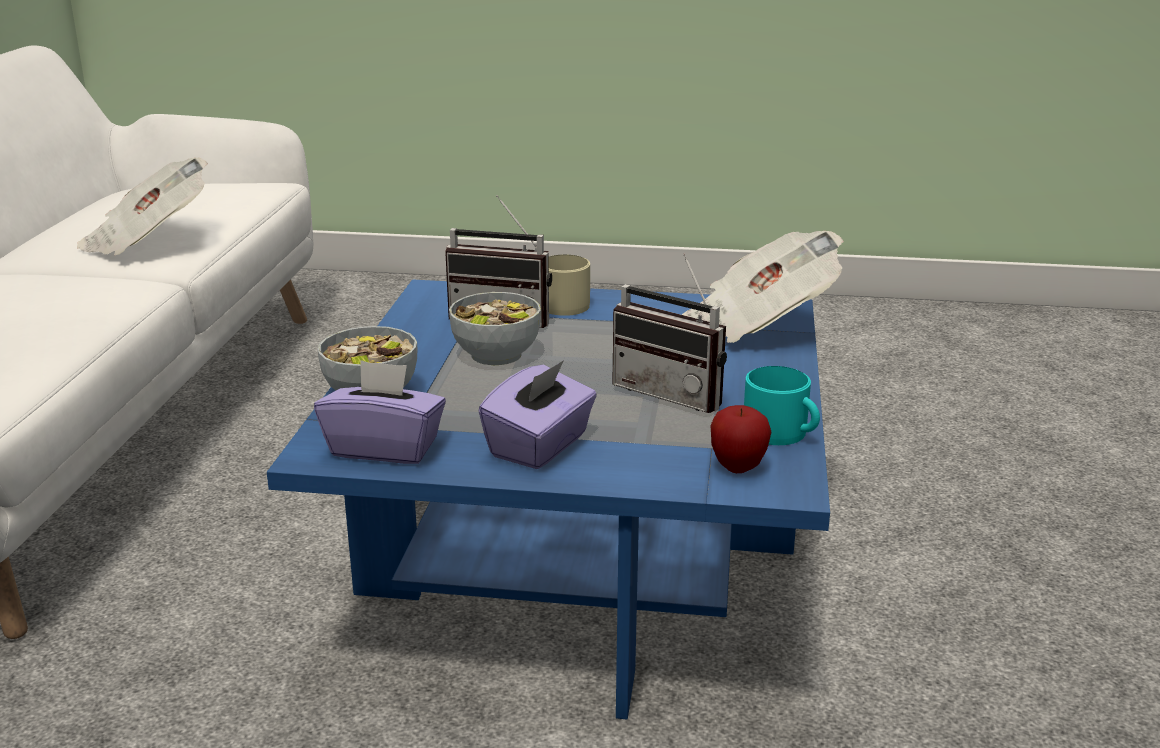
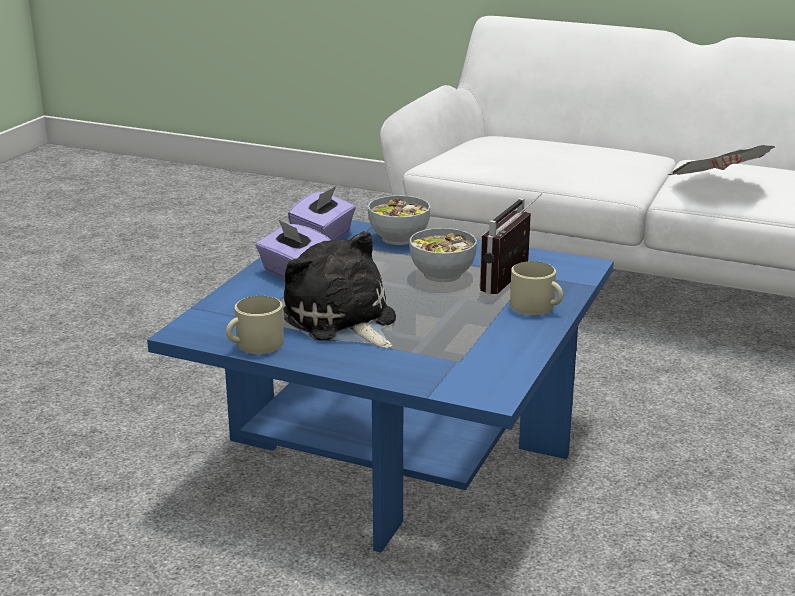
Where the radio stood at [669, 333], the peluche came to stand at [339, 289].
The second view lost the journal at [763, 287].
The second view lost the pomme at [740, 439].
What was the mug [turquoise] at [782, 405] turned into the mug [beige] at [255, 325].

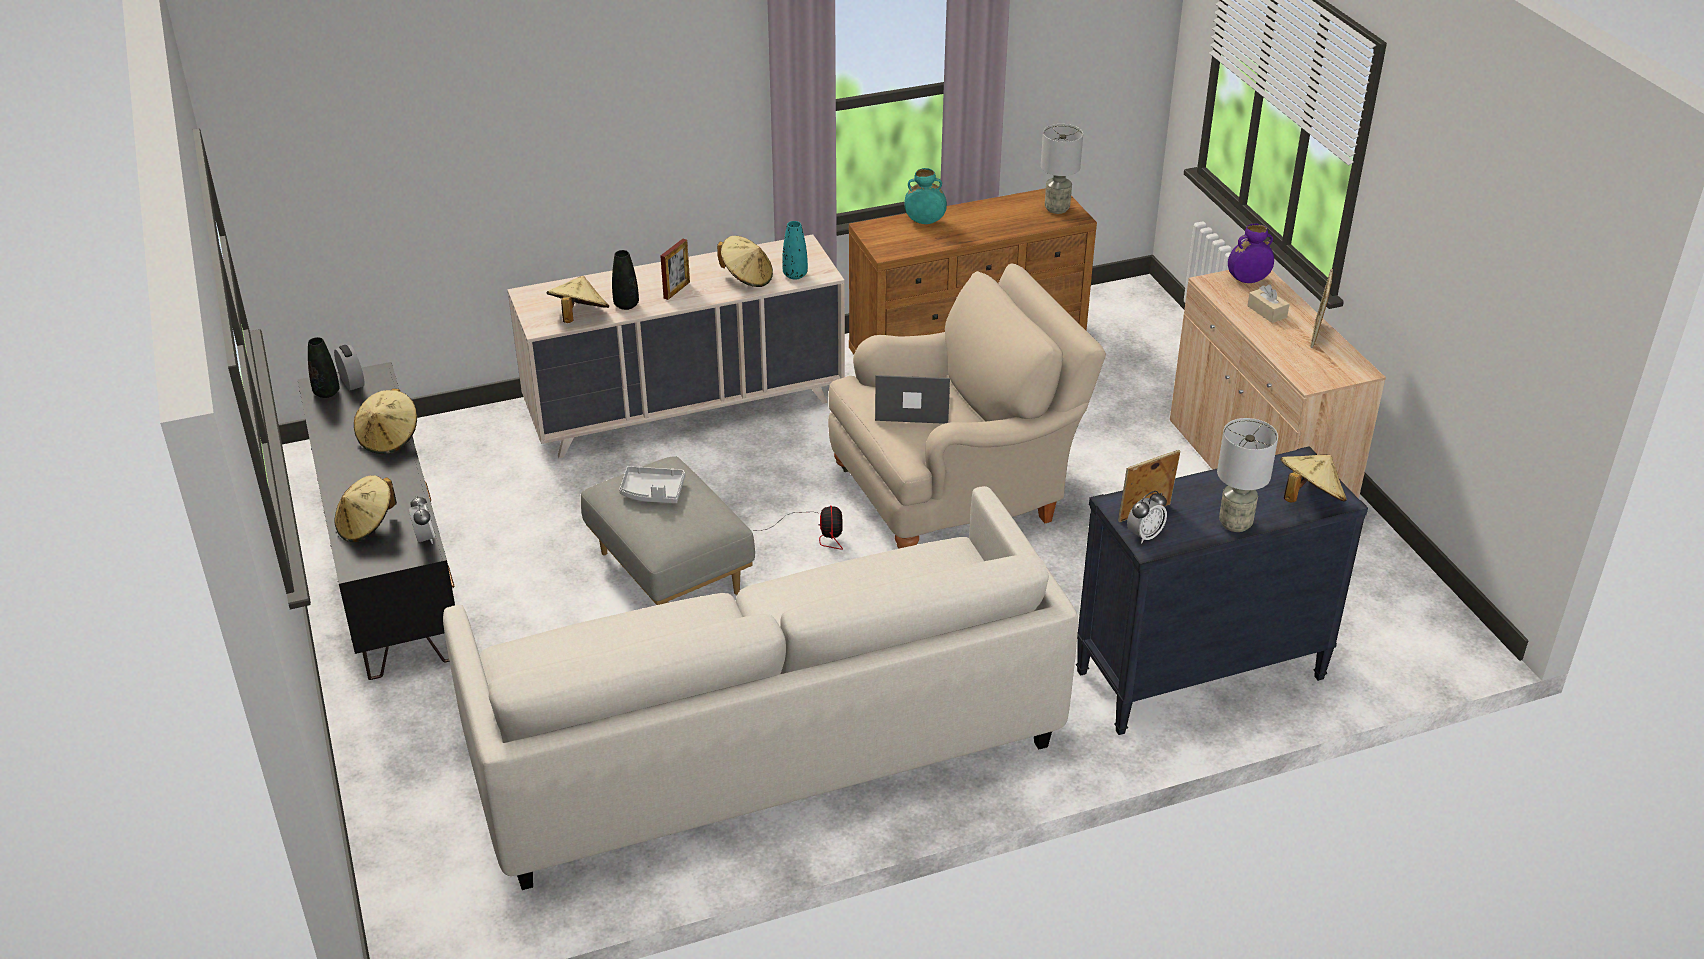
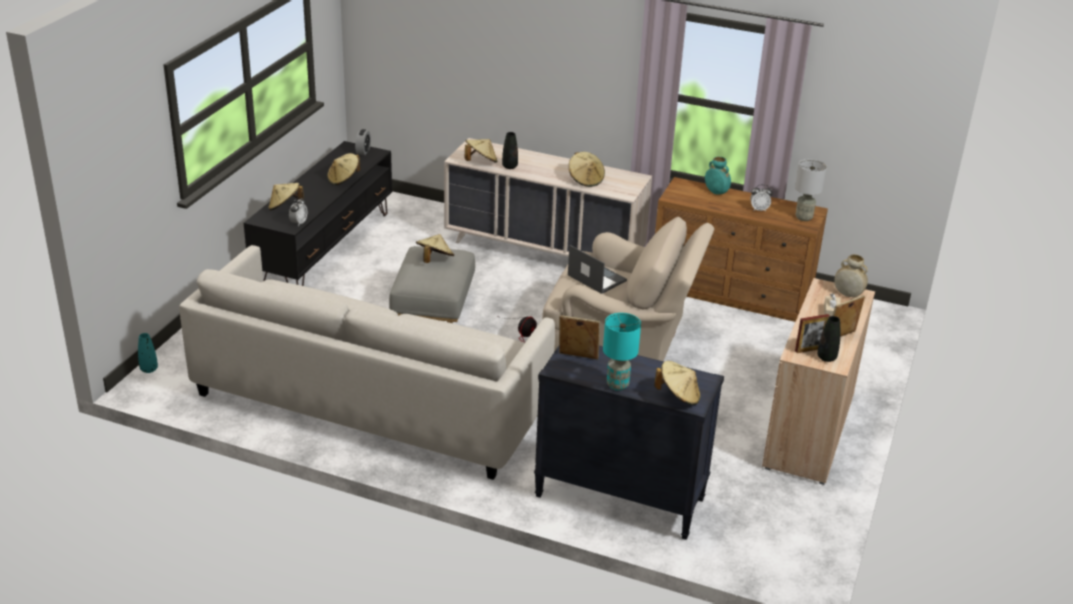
The vase [noir] ended up elsewhere, having gone from [323, 367] to [828, 339].
Where the plateau [gris] stood at [652, 484], the chapeau [beige] came to stand at [435, 248].
The cadre photo ended up elsewhere, having gone from [675, 269] to [812, 333].
The vase [turquoise] ended up elsewhere, having gone from [795, 250] to [148, 353].
The réveil ended up elsewhere, having gone from [1147, 517] to [762, 198].
What was the lampe de table [gris] at [1247, 475] turned into the lampe de table [turquoise] at [622, 351].
What was the vase [violet] at [1251, 253] turned into the vase [beige] at [851, 275].

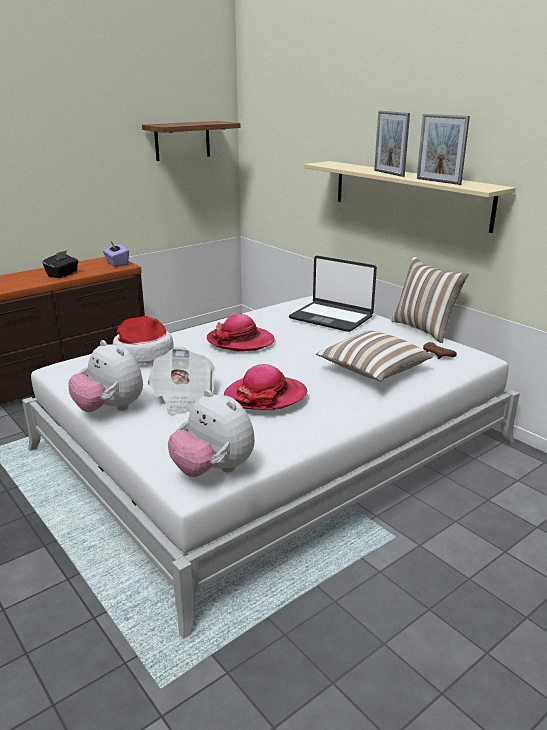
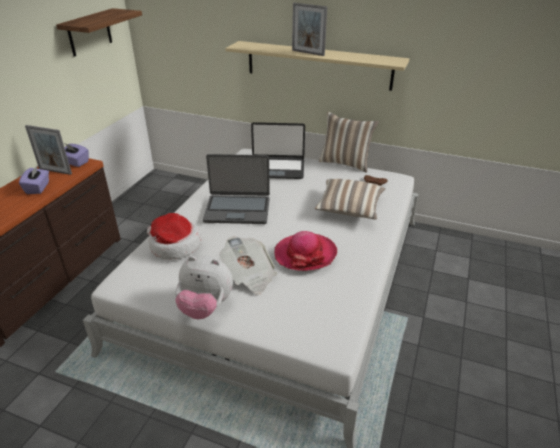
What was the boîte à mouchoirs [noir] at [60, 264] turned into the boîte à mouchoirs [violet] at [34, 180].
The second view lost the peluche at [211, 433].
Where the chapeau stood at [241, 332], the ordinateur portable came to stand at [236, 189].
The cadre photo ended up elsewhere, having gone from [443, 149] to [48, 150].

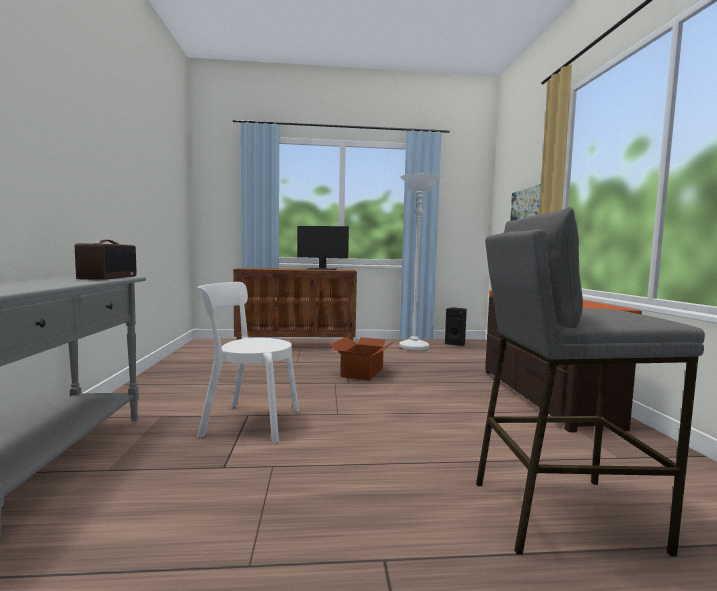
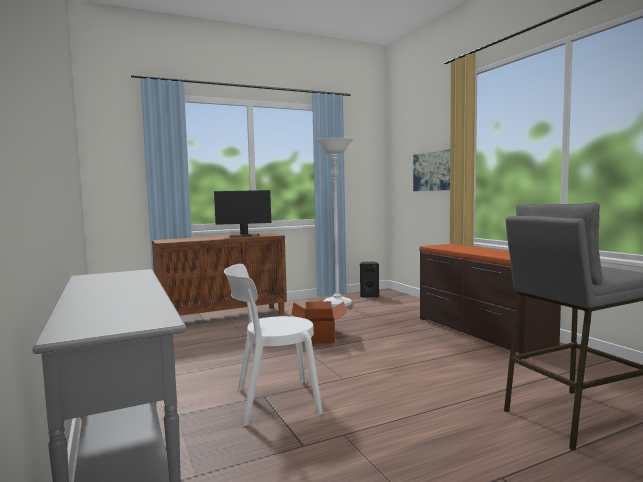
The second view lost the radio at [105, 260].

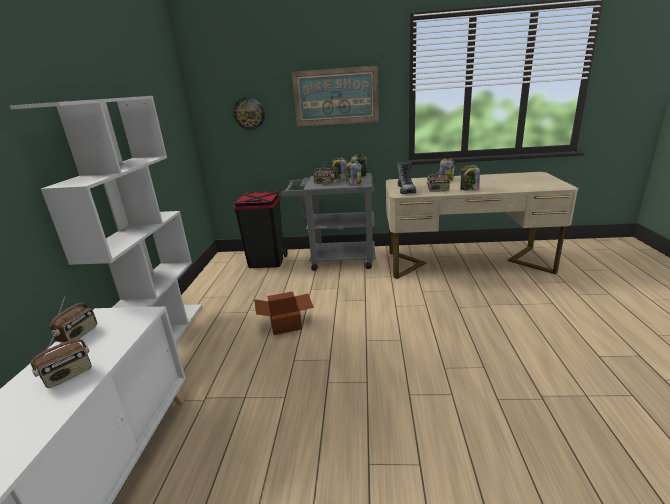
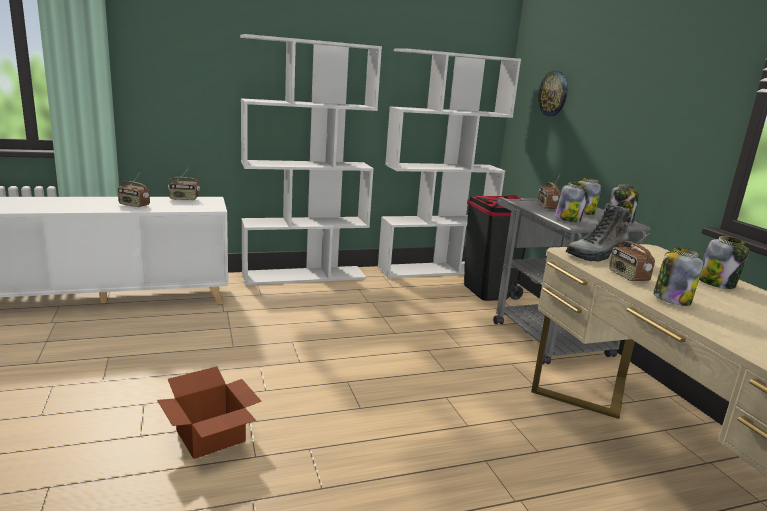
The carton ended up elsewhere, having gone from [284, 313] to [209, 413].
The second view lost the tableau at [335, 96].
The second view gained the bibliothèque [blanc] at [449, 163].

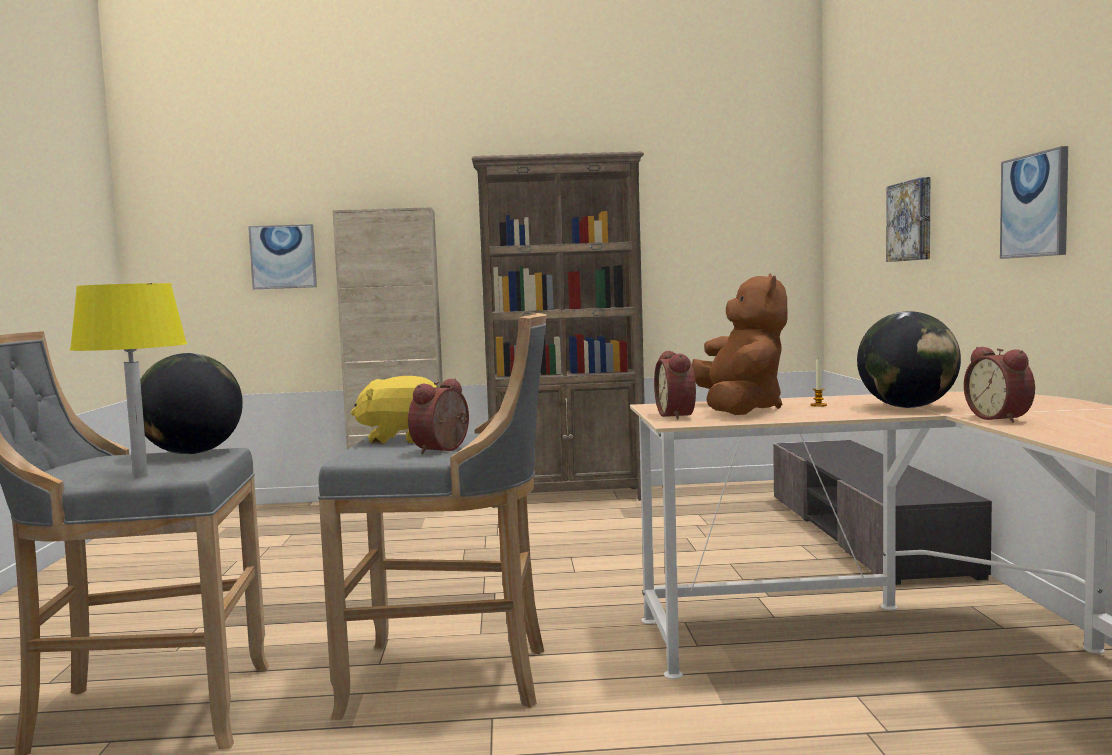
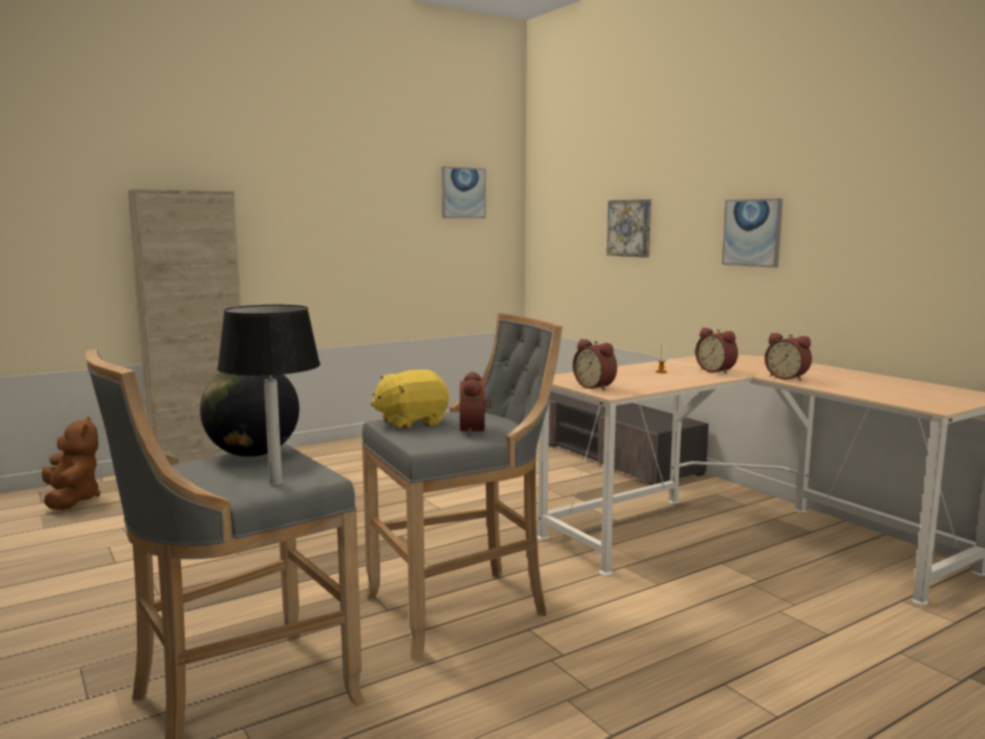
What was the lampe de table [jaune] at [128, 380] turned into the lampe de table [noir] at [268, 395].
The tableau ended up elsewhere, having gone from [282, 256] to [463, 192].
The second view lost the bibliothèque [marron] at [558, 330].
The peluche [marron] ended up elsewhere, having gone from [740, 344] to [71, 463].
Where the globe stood at [909, 359], the réveil came to stand at [716, 351].

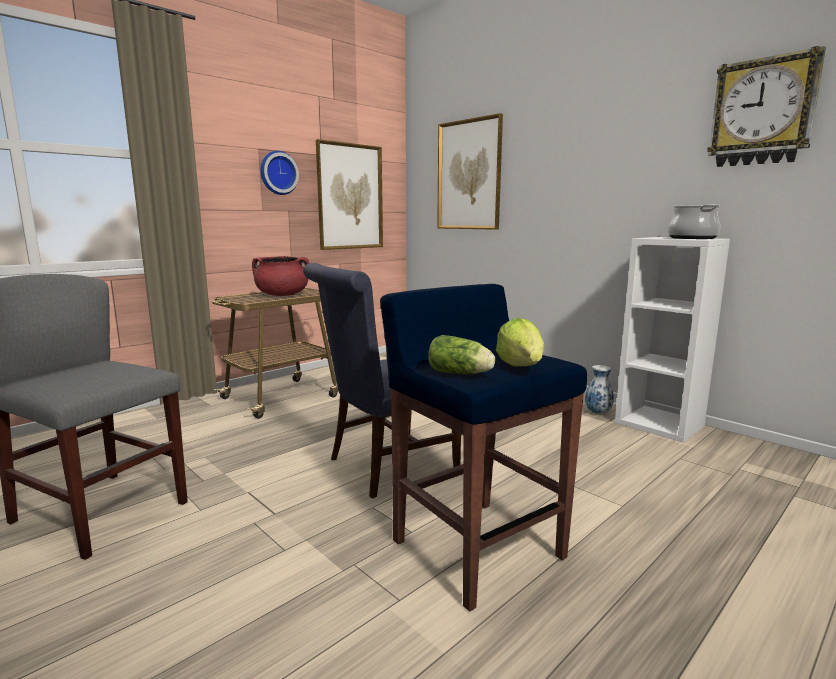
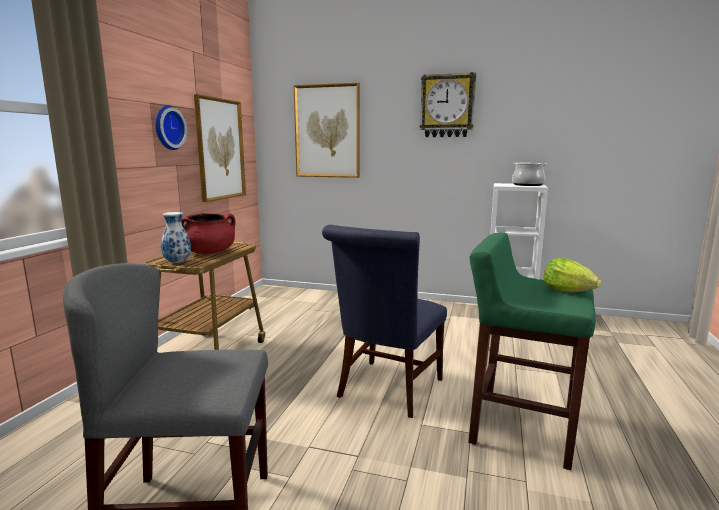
What was the tabouret [bleu] at [483, 448] turned into the tabouret [vert] at [532, 351].
The second view lost the laitue at [461, 354].
The vase ended up elsewhere, having gone from [599, 389] to [176, 237].
The horloge murale ended up elsewhere, having gone from [766, 106] to [448, 104].

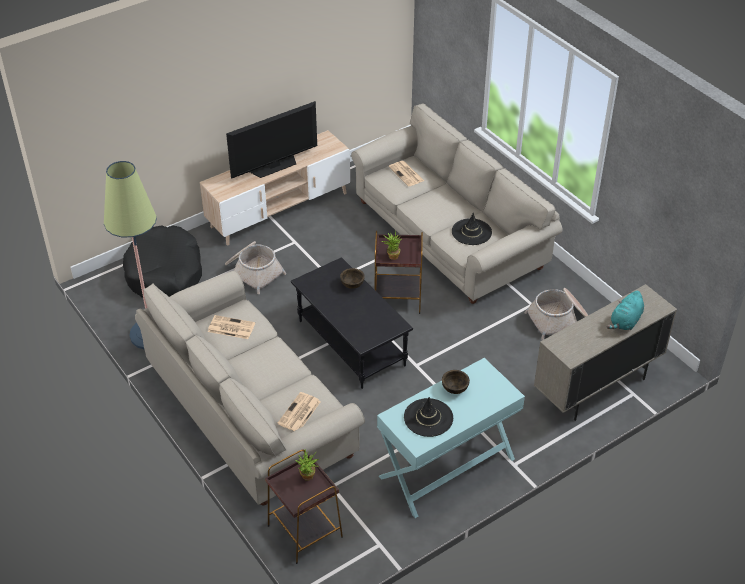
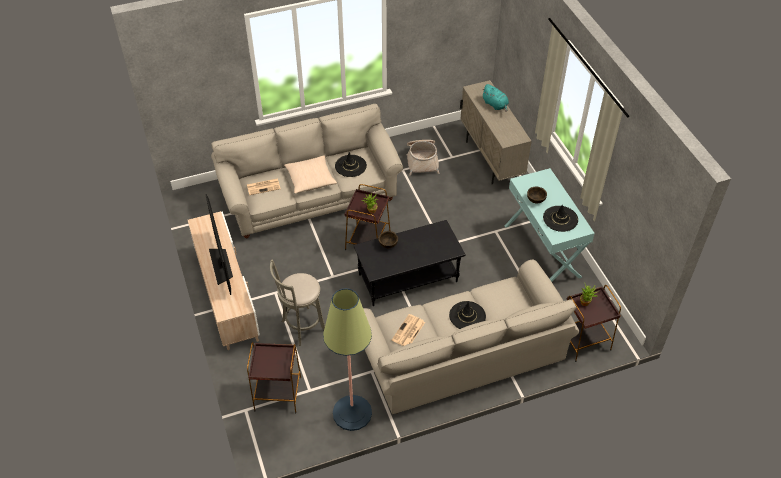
Where the panier pour chien [noir] stood at [162, 261], the table d'appoint [marron] came to stand at [274, 377].
Where the panier stood at [255, 267], the tabouret [gris] came to stand at [297, 302].
The second view lost the journal at [299, 411].
The second view gained the coussin [beige] at [310, 174].
The second view gained the chapeau [noir] at [467, 315].

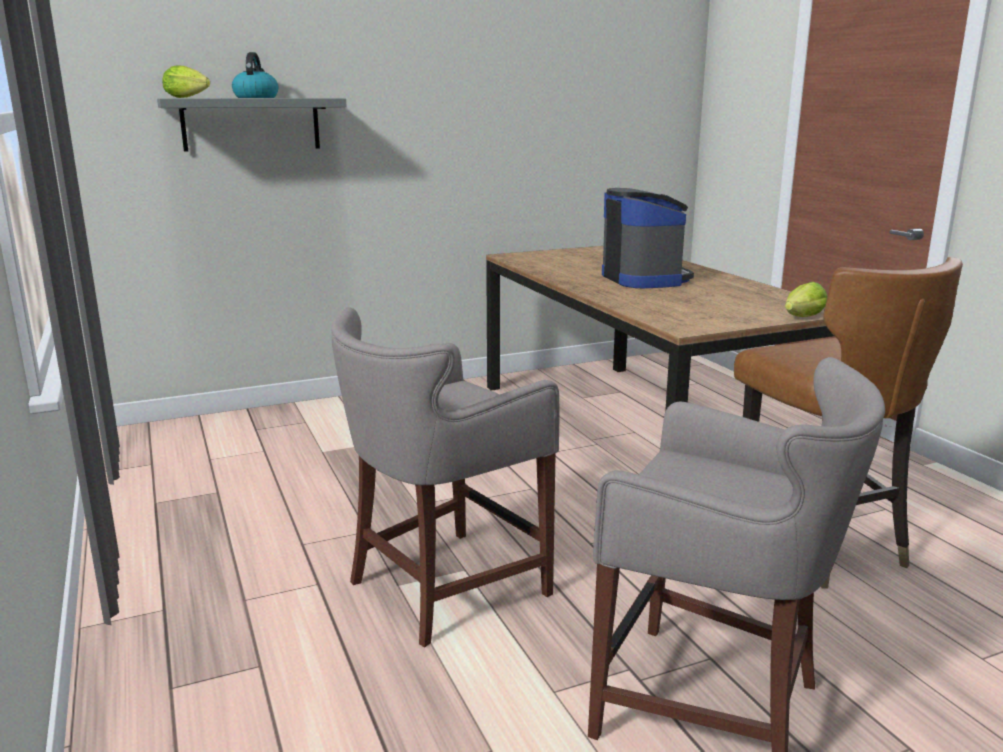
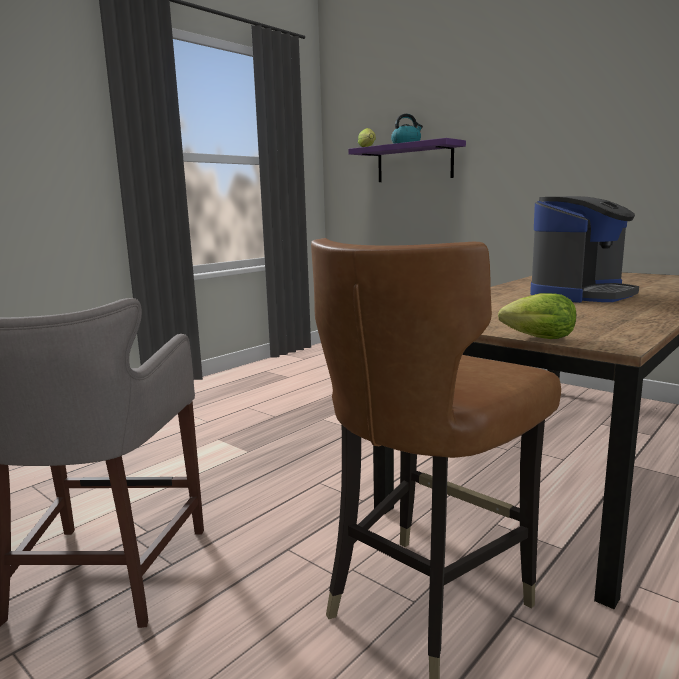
What was the étagère [gris] at [252, 125] turned into the étagère [violet] at [407, 160].
The second view lost the tabouret [gris] at [445, 477].

